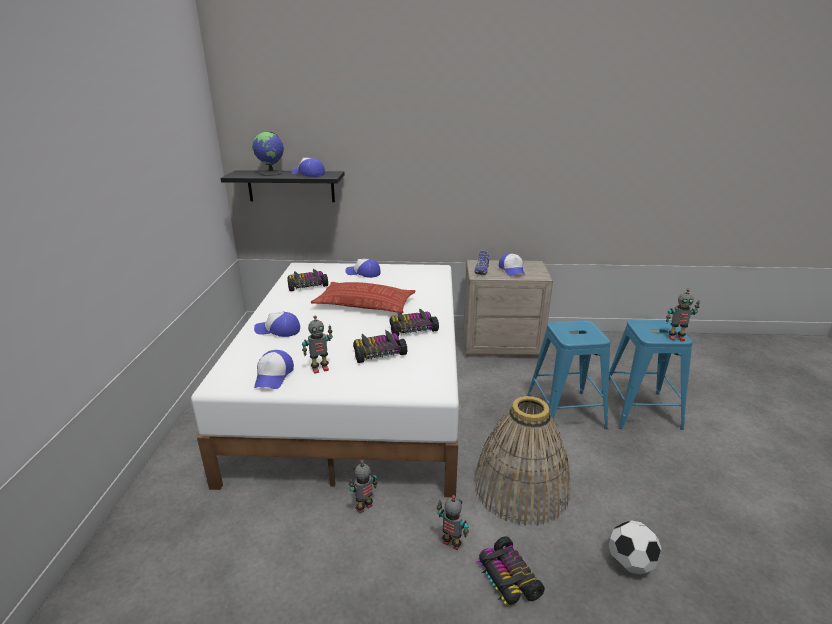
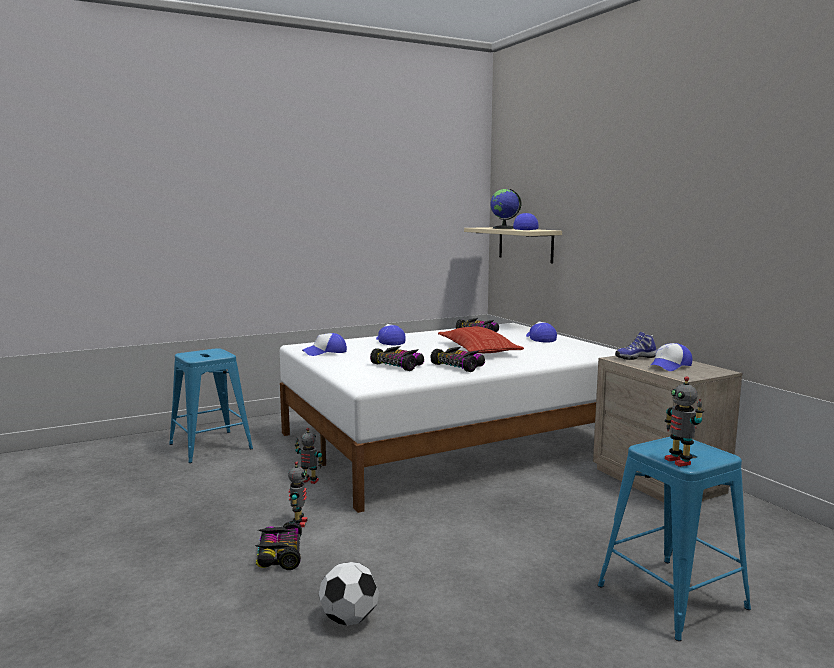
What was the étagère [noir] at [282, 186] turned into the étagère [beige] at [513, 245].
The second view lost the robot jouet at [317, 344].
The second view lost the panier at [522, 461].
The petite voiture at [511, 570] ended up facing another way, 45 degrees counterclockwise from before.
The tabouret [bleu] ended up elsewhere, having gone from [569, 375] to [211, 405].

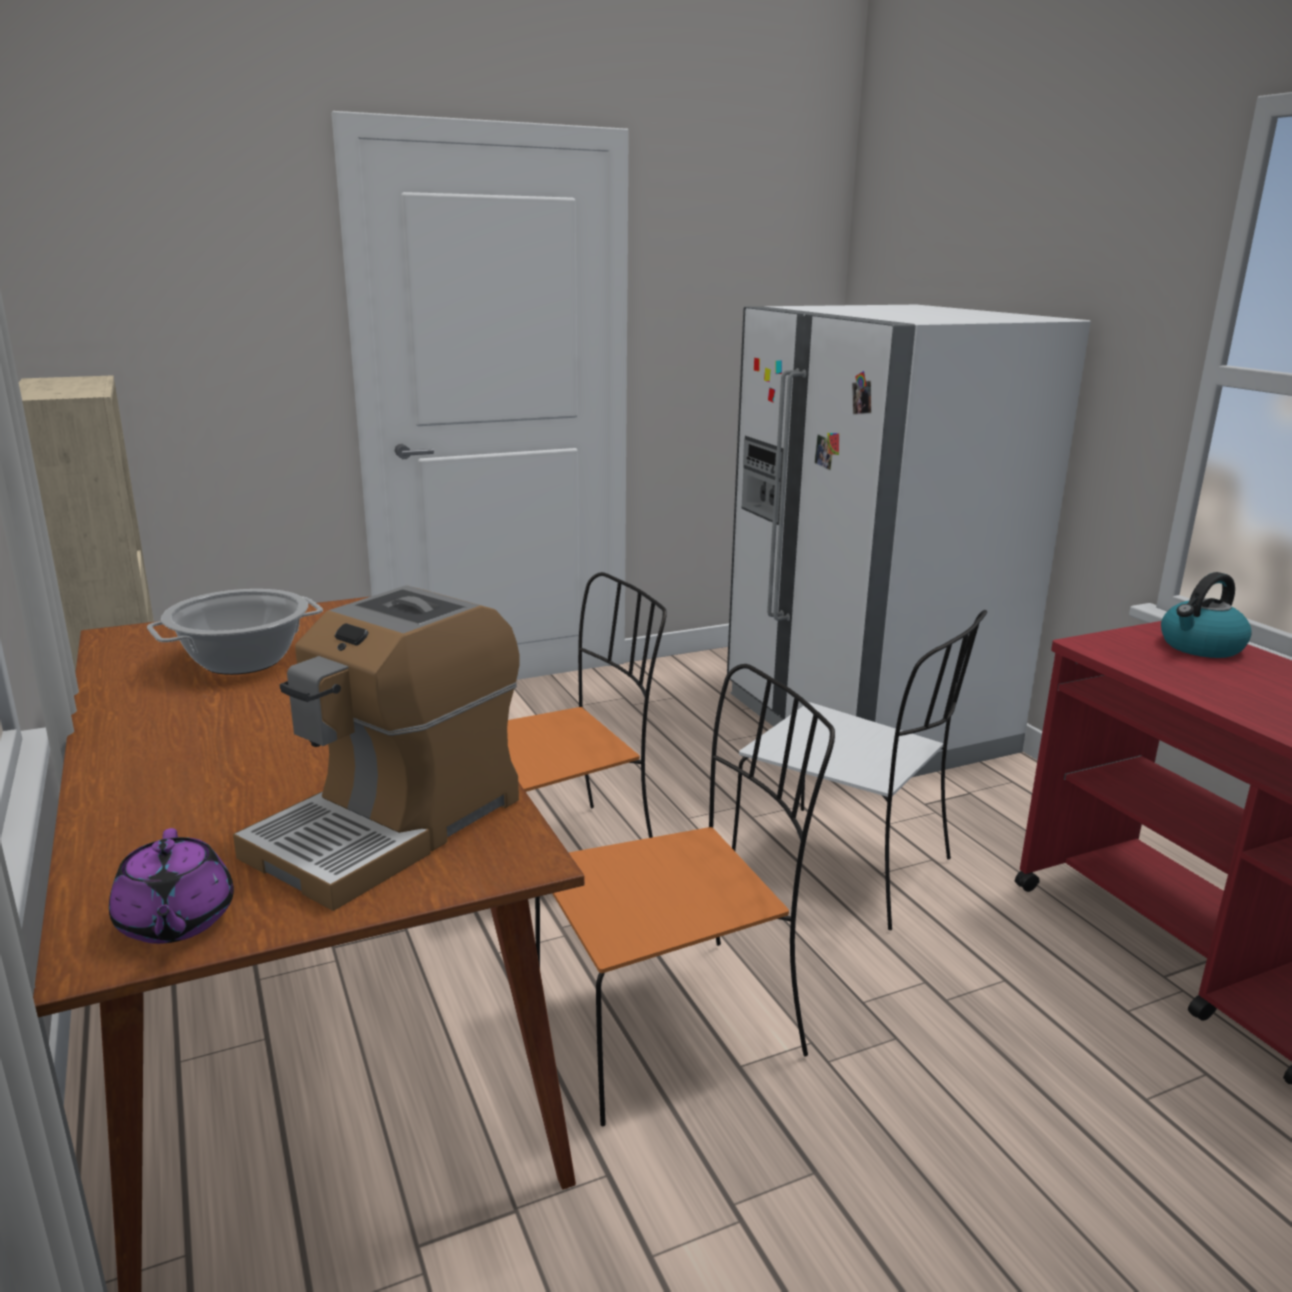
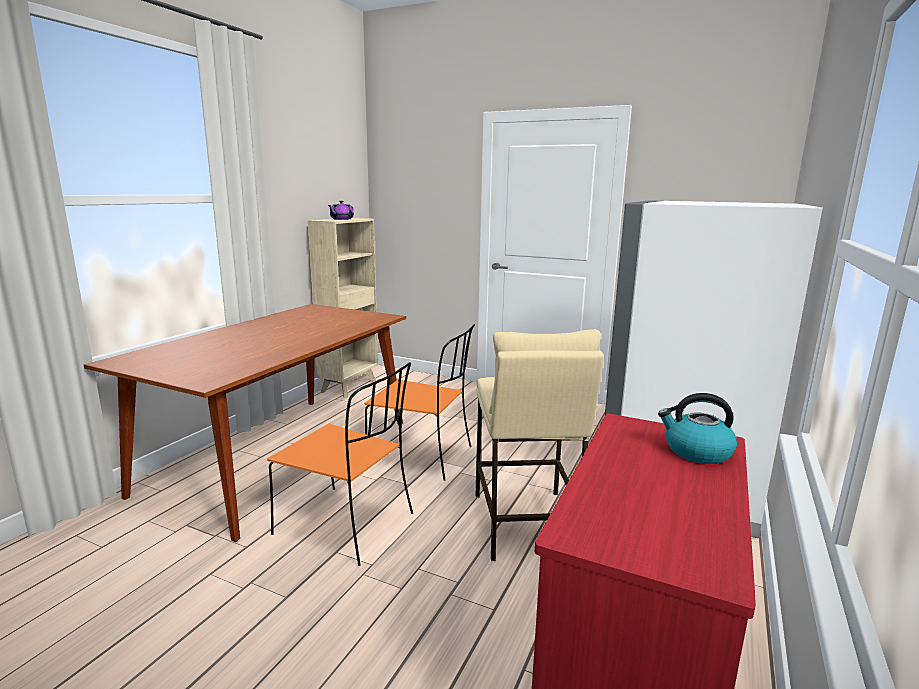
The théière [violet] ended up elsewhere, having gone from [171, 886] to [341, 210].
The second view lost the marmite at [235, 632].
The second view lost the machine à café at [376, 748].
Where the chaise [blanc] stood at [859, 770], the tabouret [beige] came to stand at [539, 445].

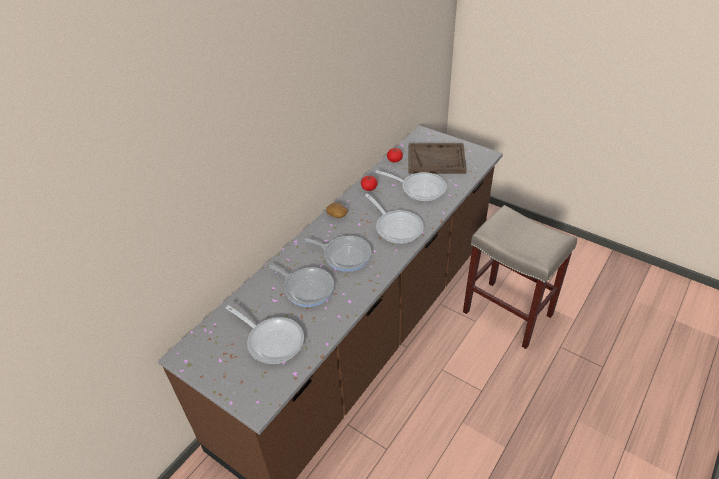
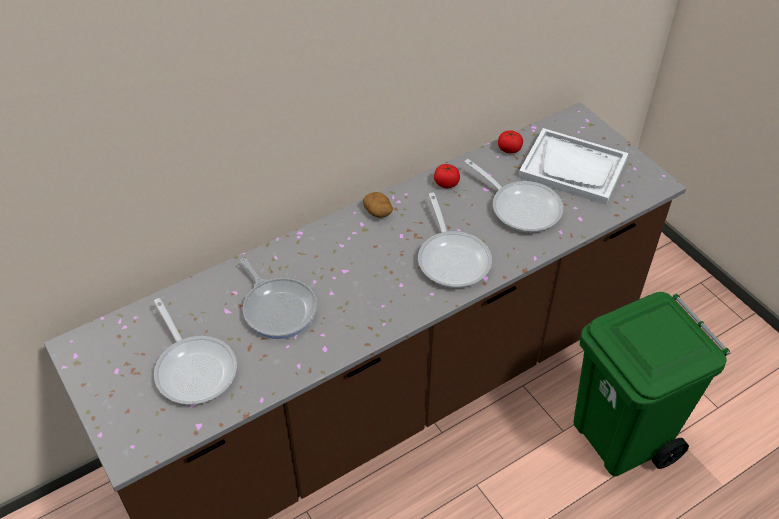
The second view lost the poêle at [338, 254].
What was the plateau [marron] at [438, 158] turned into the plateau [blanc] at [573, 166].
Where the tabouret [beige] stood at [520, 277], the poubelle [vert] came to stand at [652, 384].

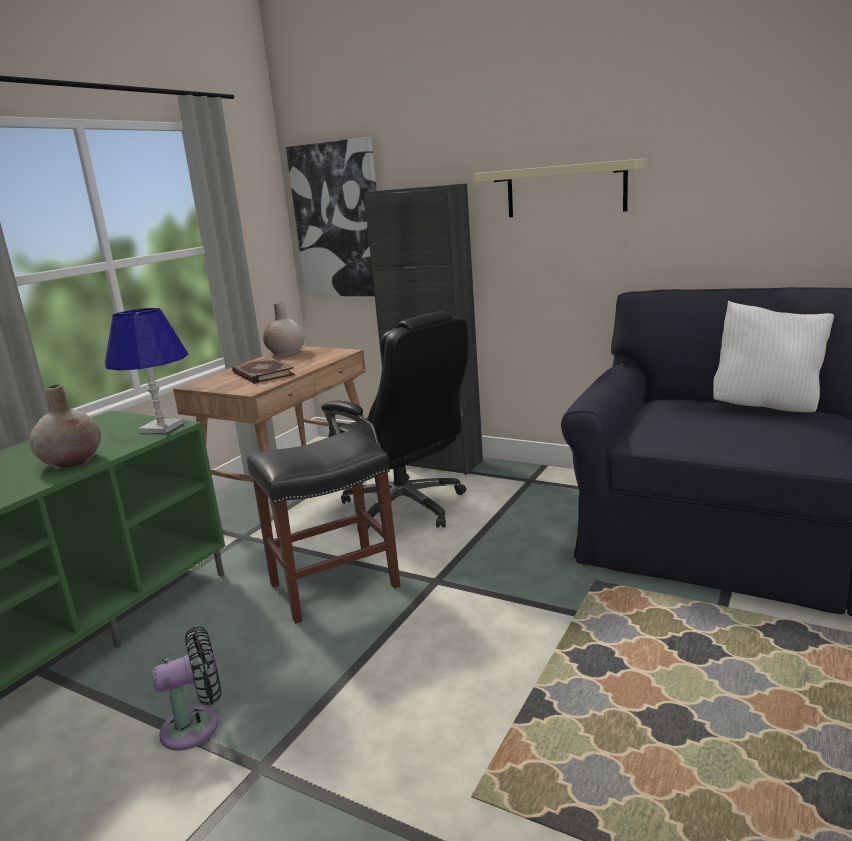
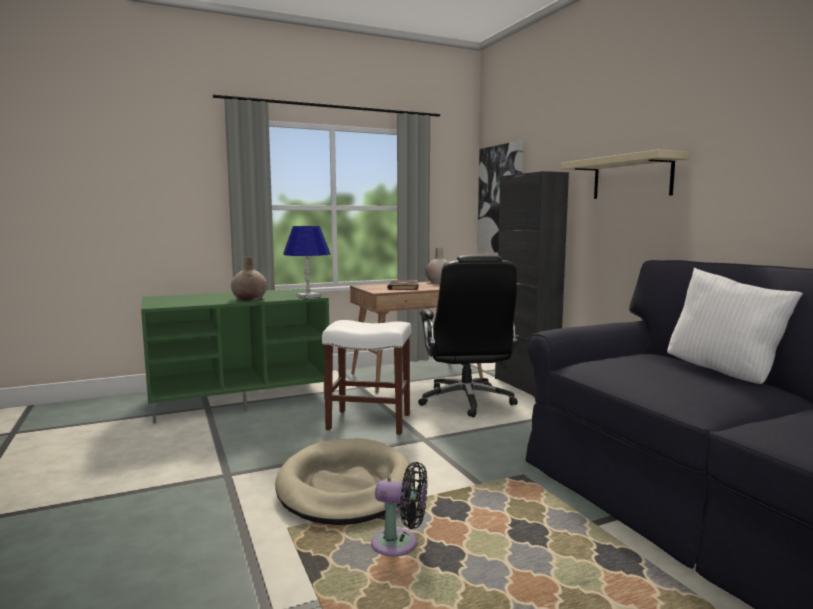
The ventilateur [noir] ended up elsewhere, having gone from [186, 688] to [399, 509].
What was the tabouret [noir] at [323, 527] turned into the tabouret [blanc] at [366, 377].
The second view gained the panier pour chien [beige] at [344, 481].

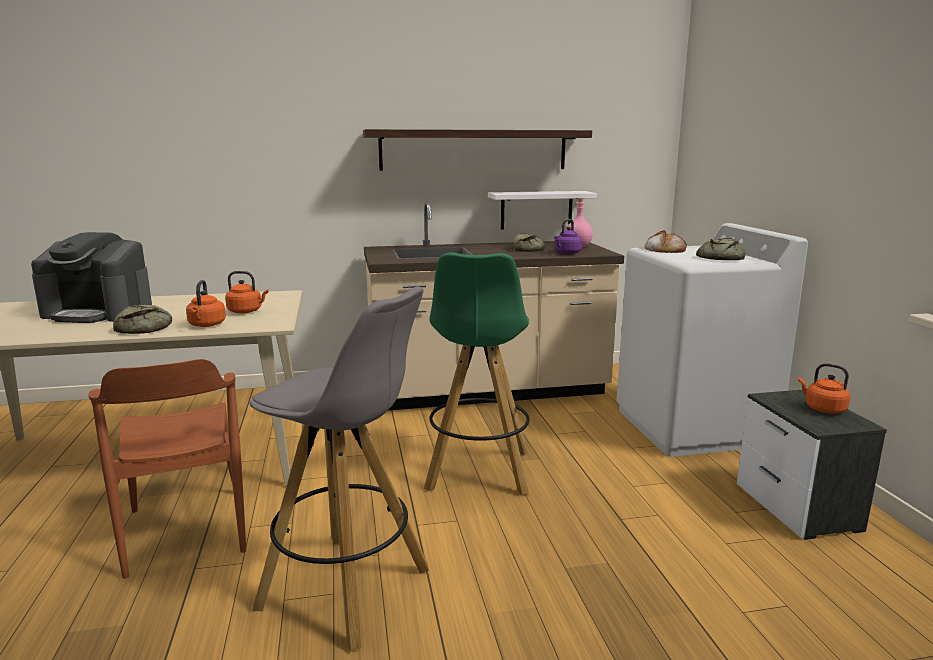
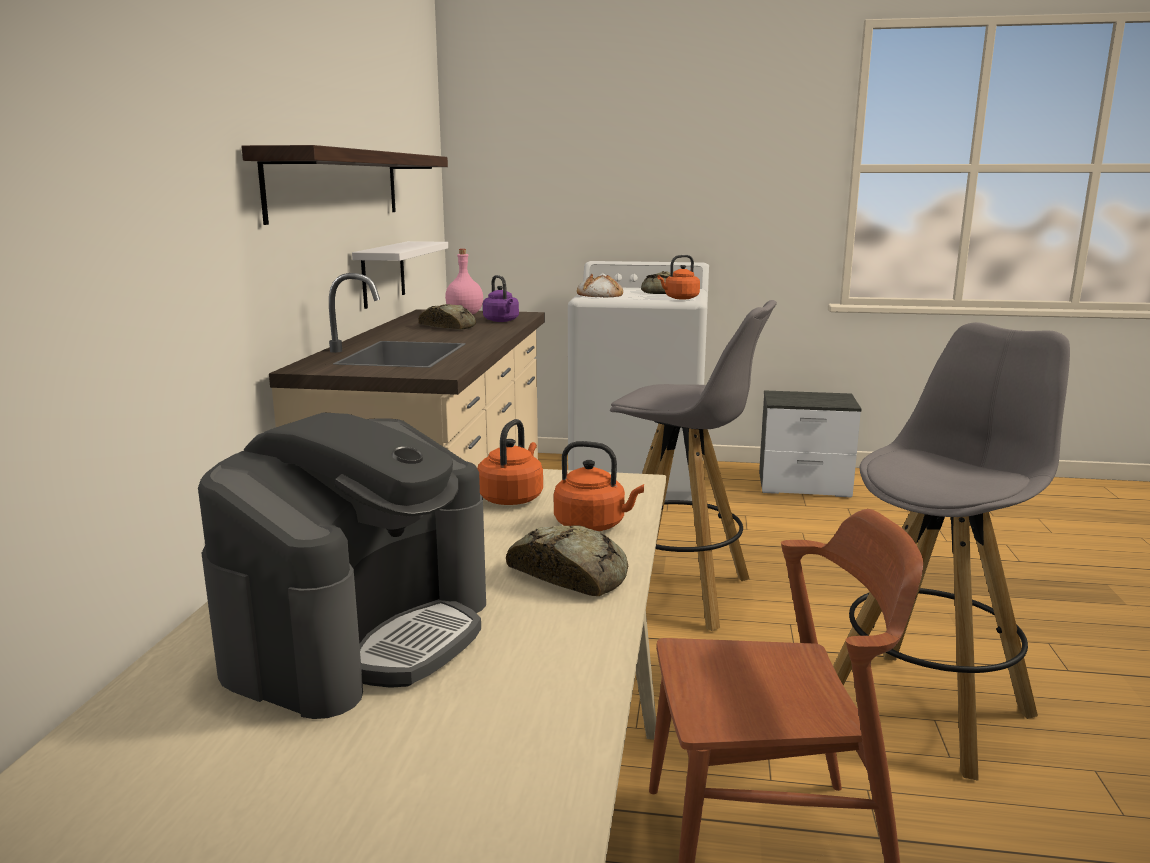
What was the tabouret [vert] at [477, 373] turned into the tabouret [gris] at [693, 465].
The bouilloire [orange] ended up elsewhere, having gone from [824, 388] to [678, 277].

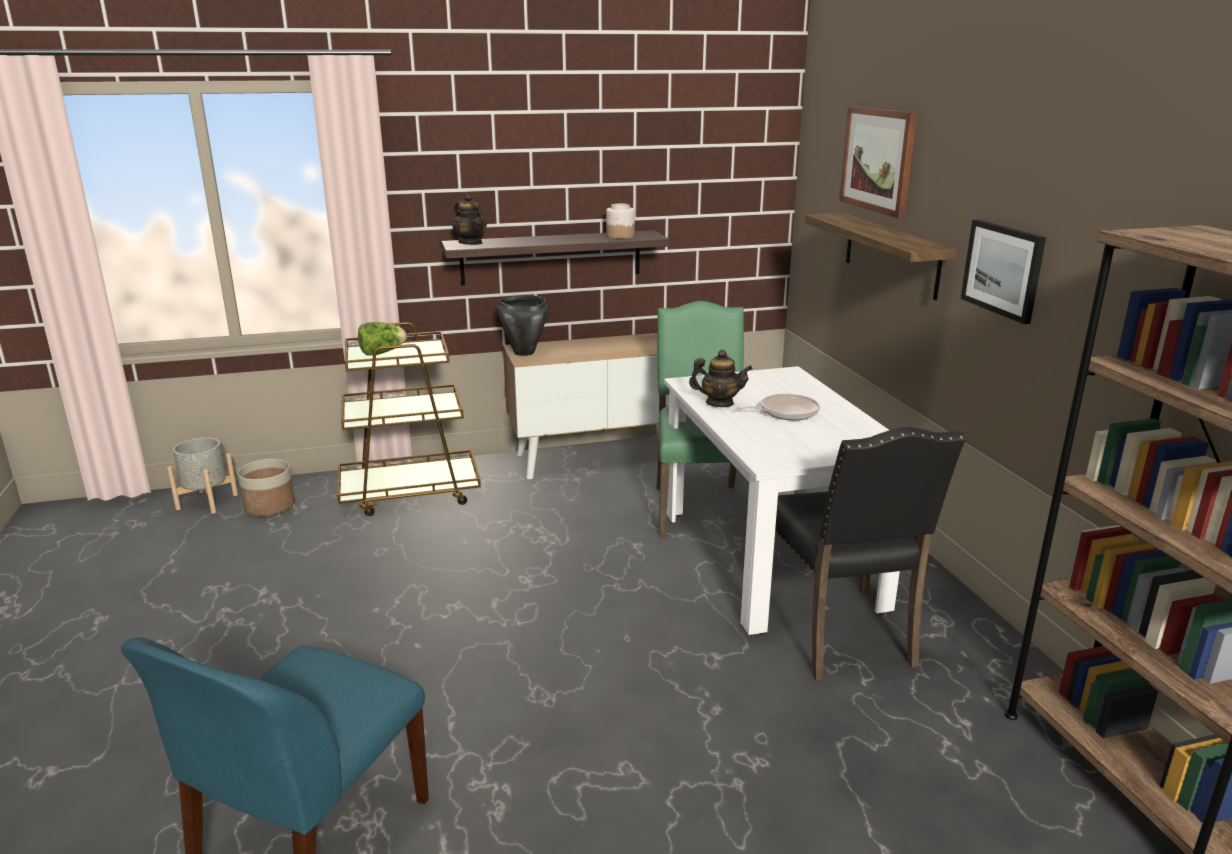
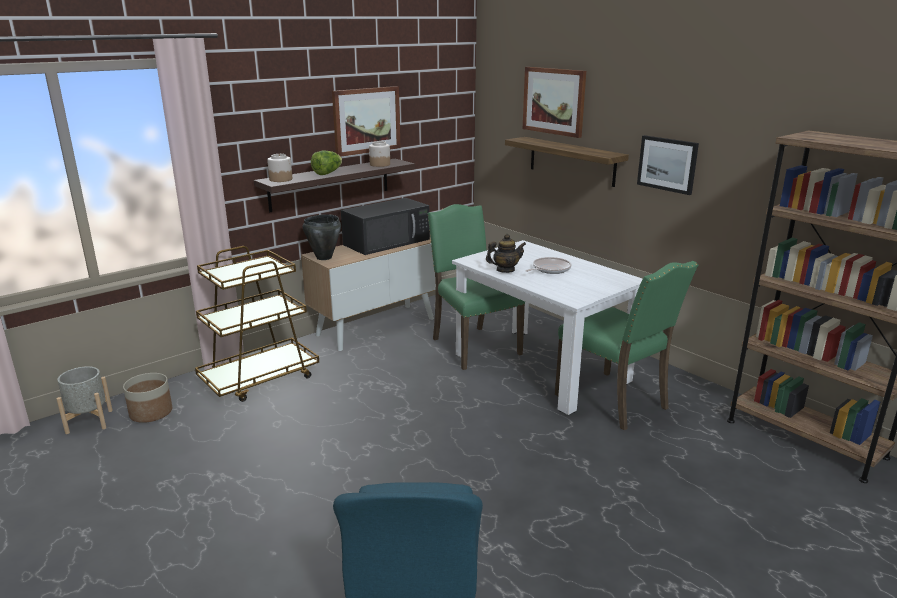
The laitue ended up elsewhere, having gone from [382, 339] to [326, 163].
Where the théière stood at [469, 219], the bocal came to stand at [279, 168].
What was the chaise [noir] at [870, 553] turned into the chaise [vert] at [626, 345].
The second view gained the tableau at [366, 121].
The second view gained the micro-ondes [noir] at [385, 226].

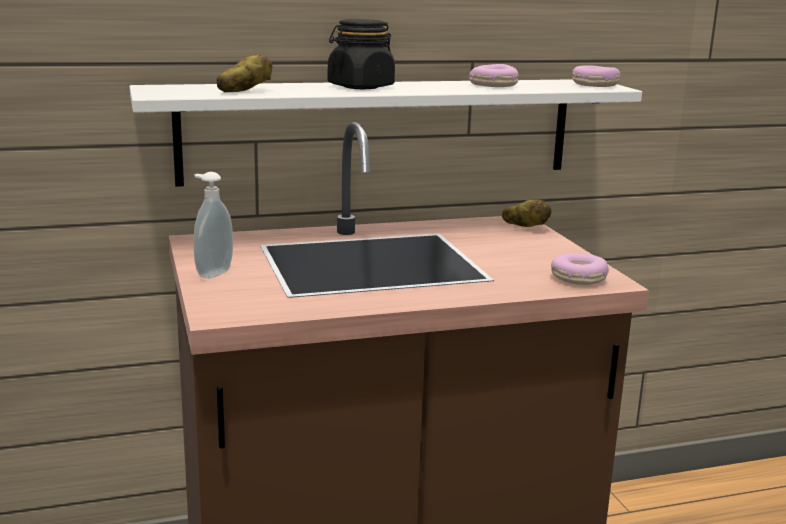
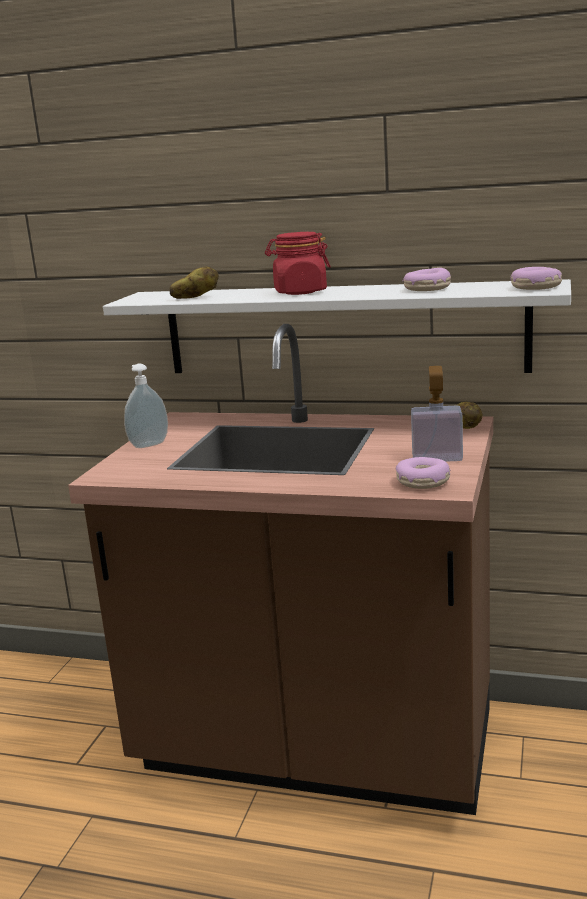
What was the bocal [noir] at [361, 54] turned into the bocal [rouge] at [298, 263].
The second view gained the distributeur de savon at [437, 414].

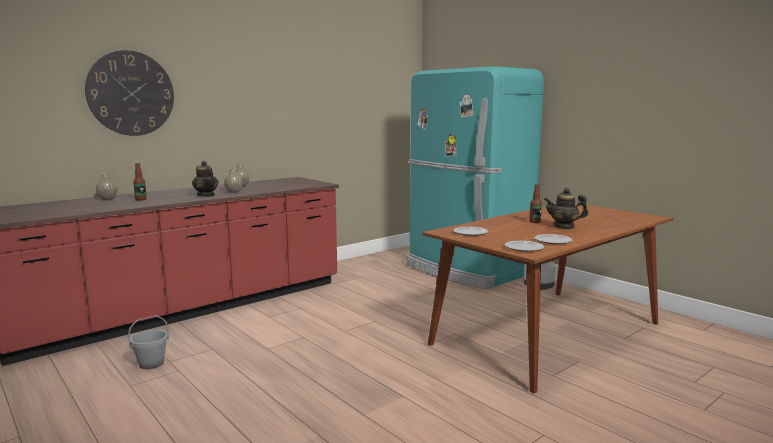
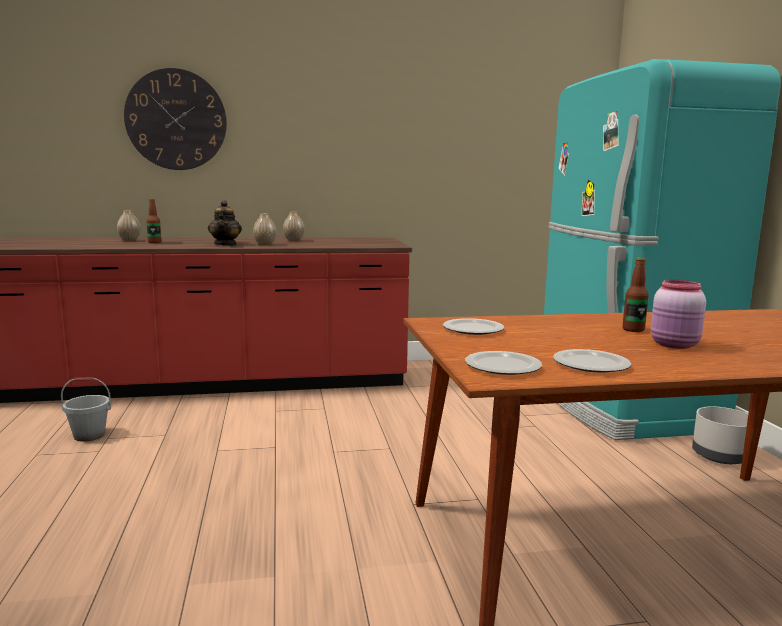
Where the théière stood at [566, 208], the bocal [rose] came to stand at [678, 314].

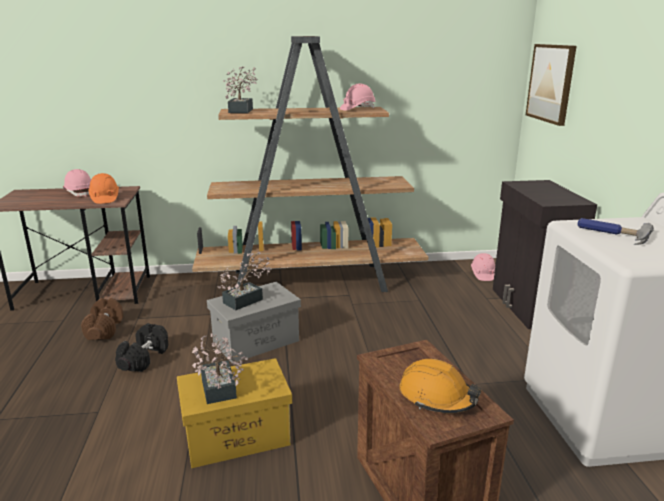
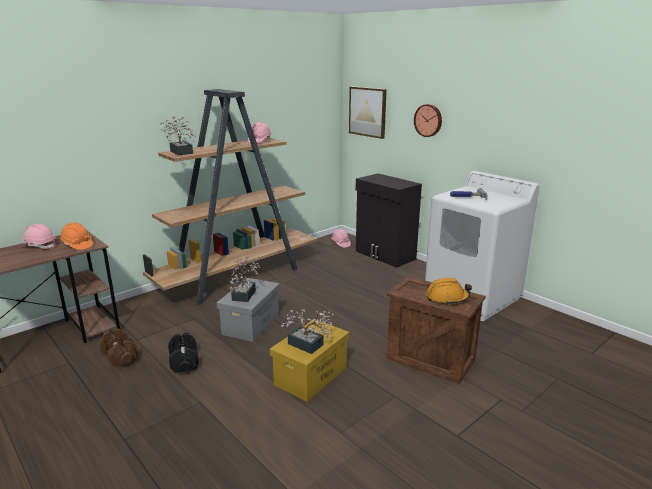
The second view gained the horloge murale at [428, 120].

